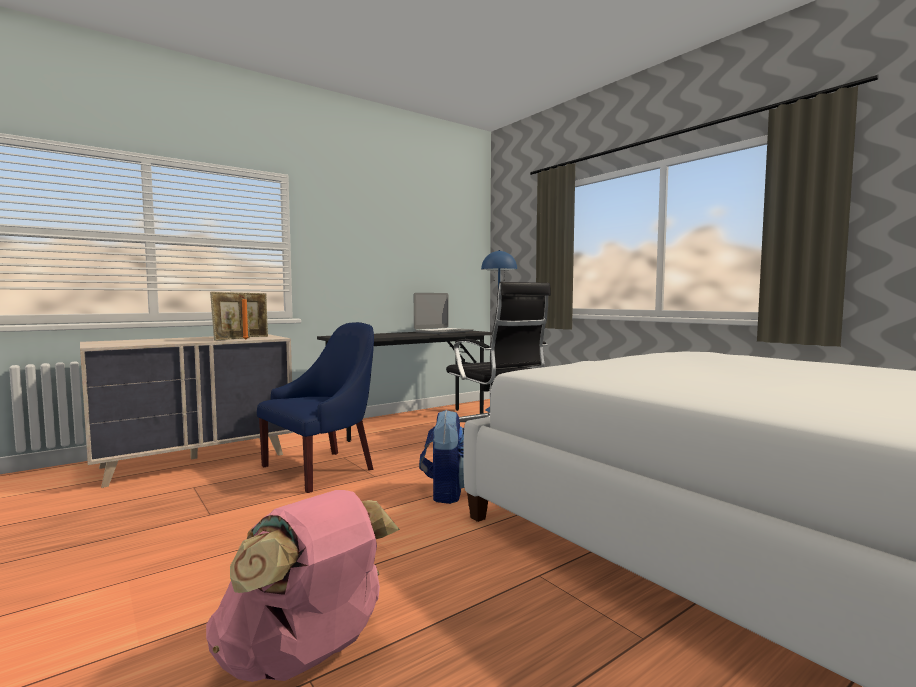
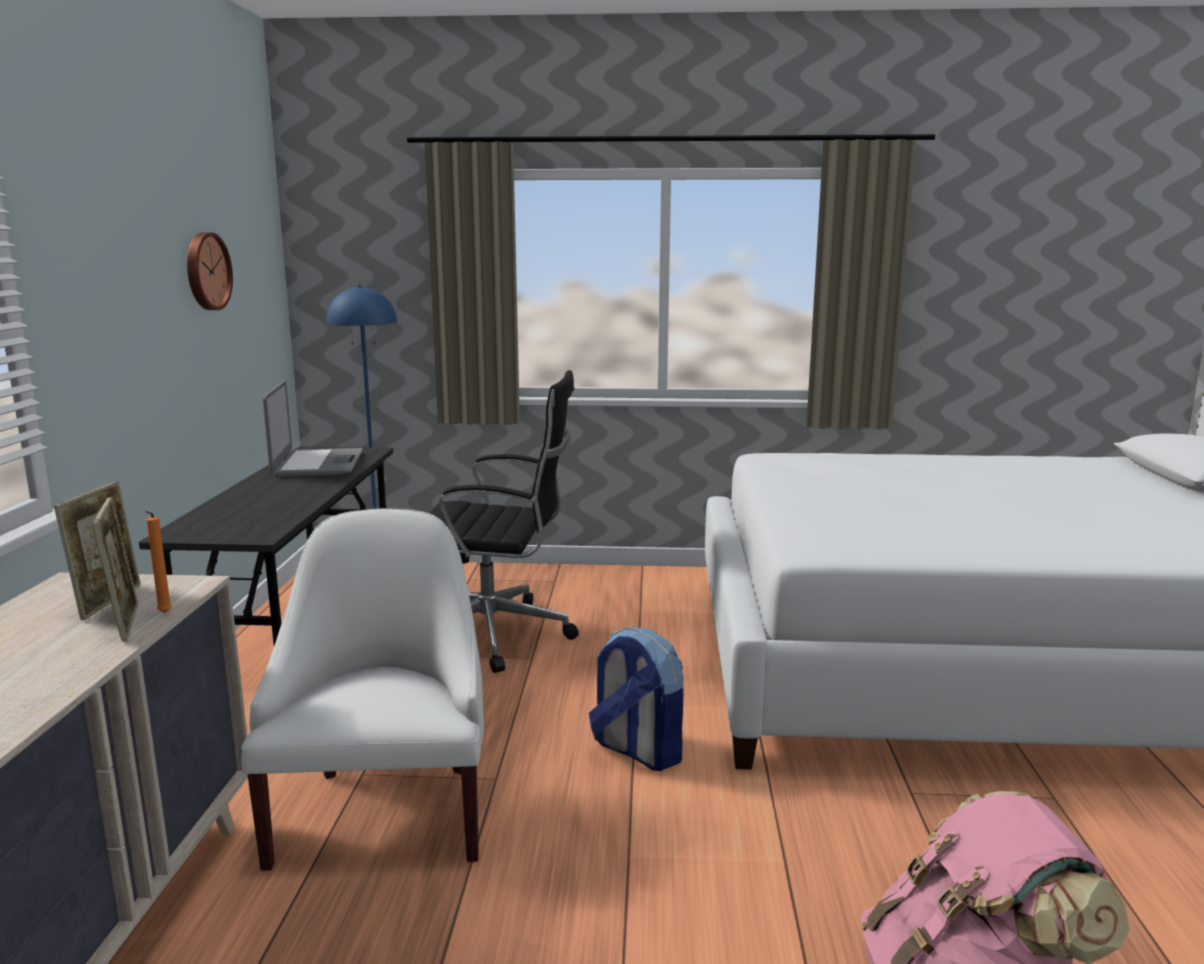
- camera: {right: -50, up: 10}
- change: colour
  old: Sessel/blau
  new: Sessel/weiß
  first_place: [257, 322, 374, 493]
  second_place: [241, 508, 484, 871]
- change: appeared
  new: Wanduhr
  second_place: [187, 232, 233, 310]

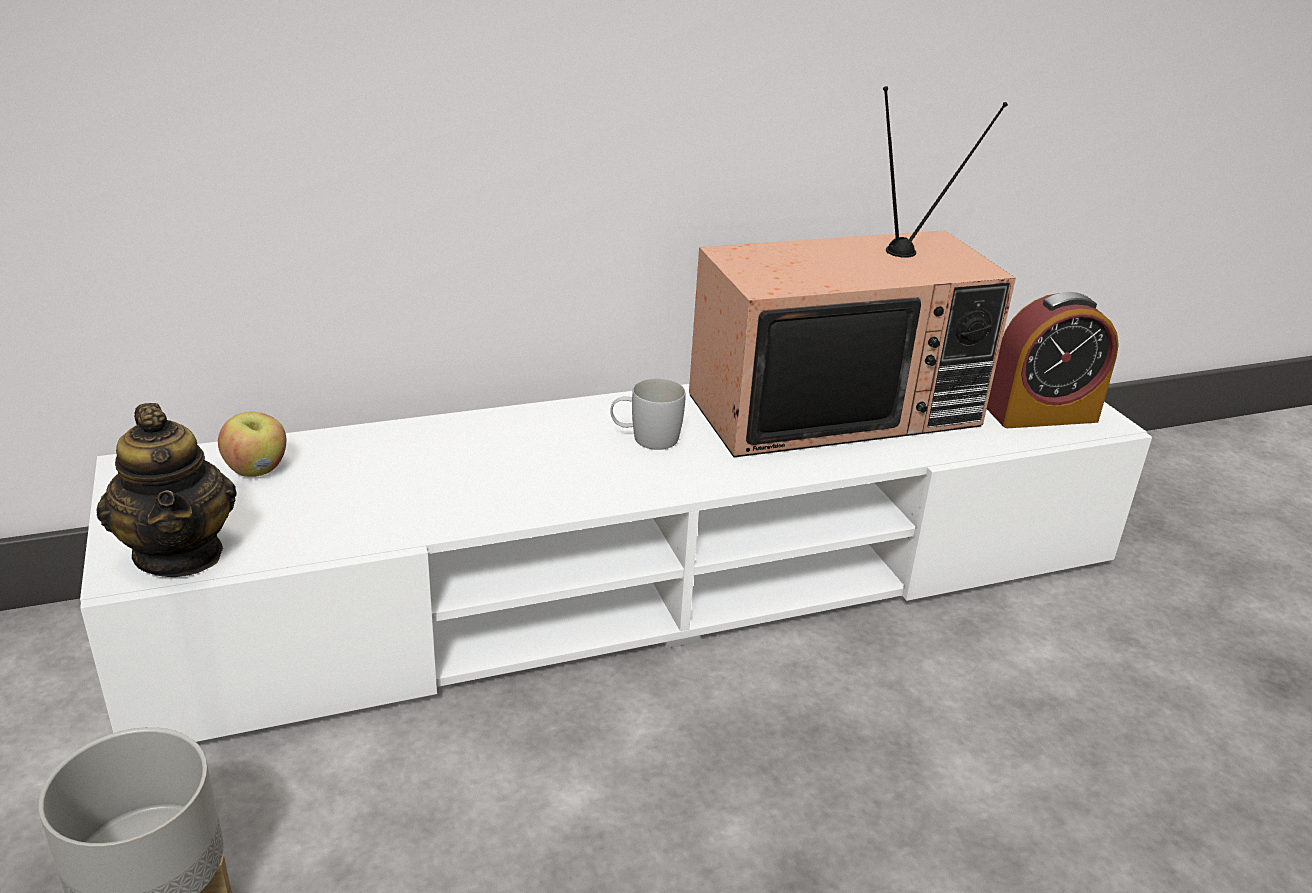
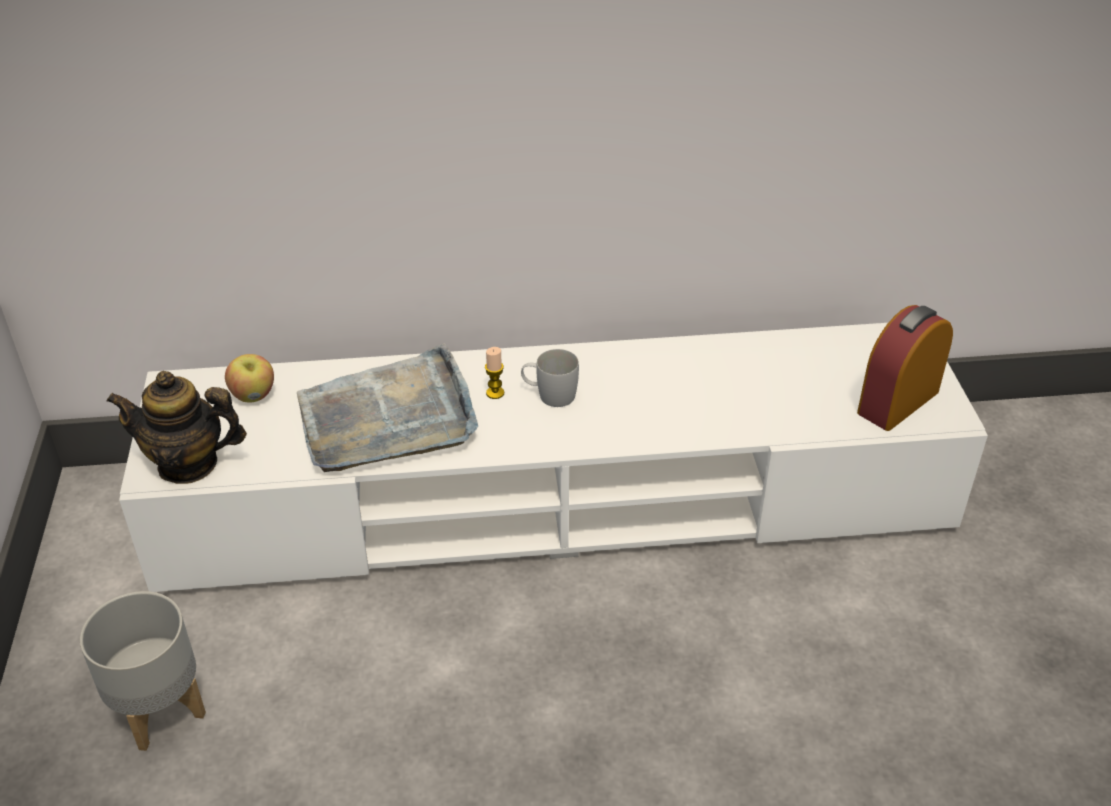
- camera: {right: 15, up: 10}
- change: spun
  old: Teekanne
  first_place: [96, 403, 237, 577]
  second_place: [106, 371, 247, 484]
  degrees: 105
- change: missing
  old: Fernseher
  first_place: [689, 86, 1016, 457]
- change: spun
  old: Wecker
  first_place: [987, 292, 1119, 428]
  second_place: [857, 305, 953, 431]
  degrees: 135
- change: appeared
  new: Tablett/grau
  second_place: [297, 343, 478, 472]
- change: appeared
  new: Kerze
  second_place: [485, 347, 504, 399]

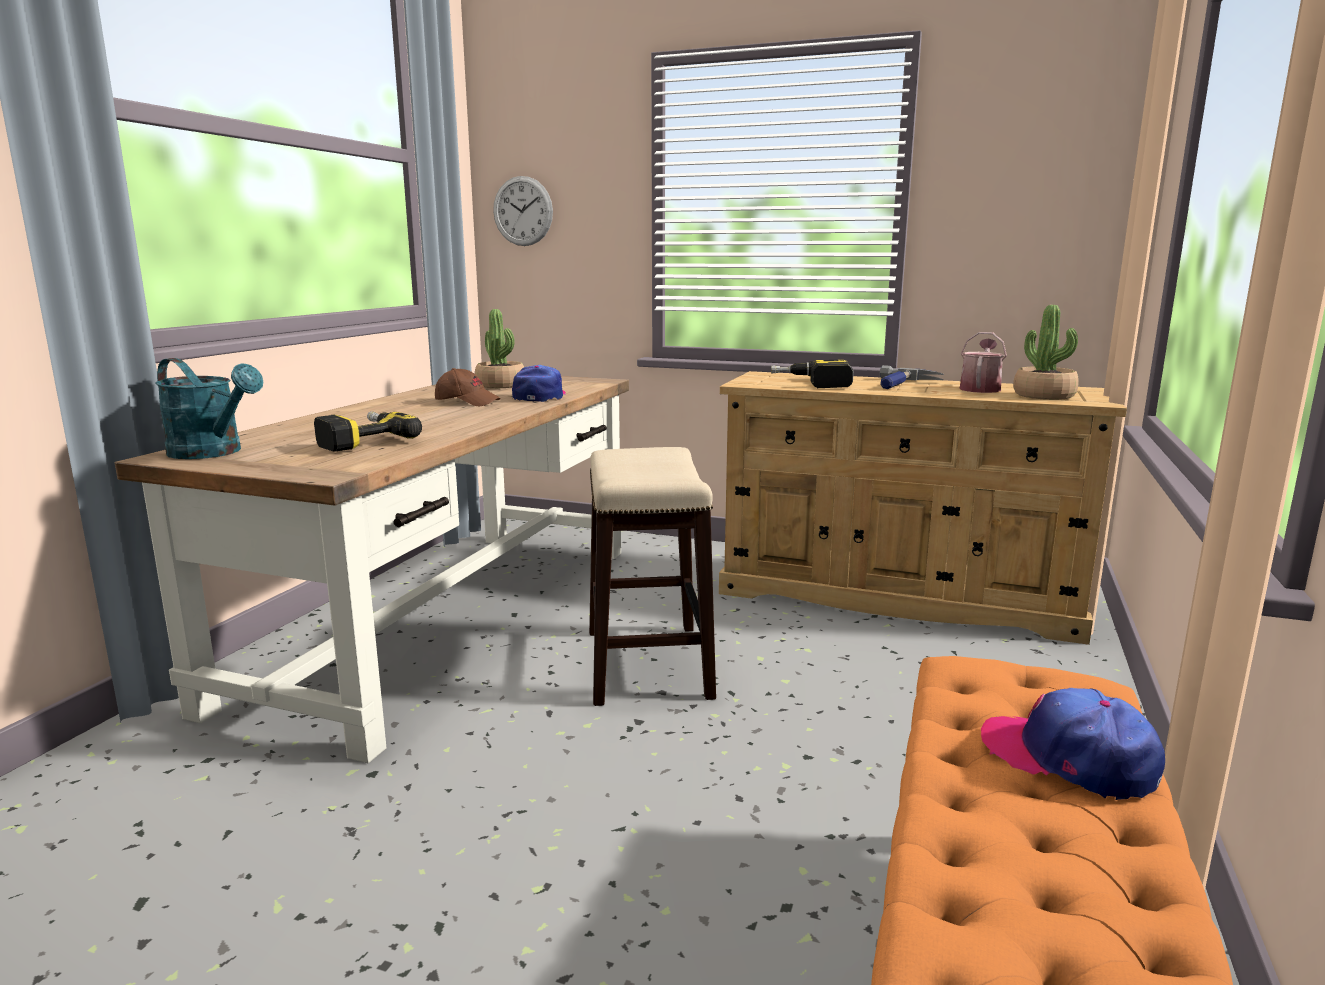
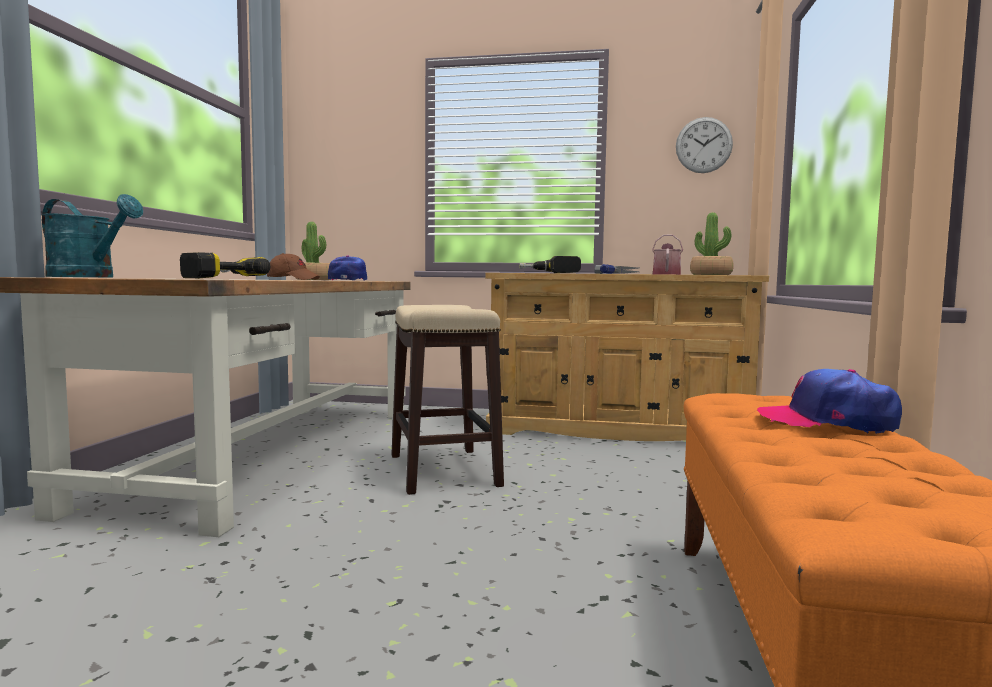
- camera: {right: -10, up: -10}
- change: relocated
  old: Wanduhr
  first_place: [493, 176, 553, 246]
  second_place: [676, 117, 733, 173]

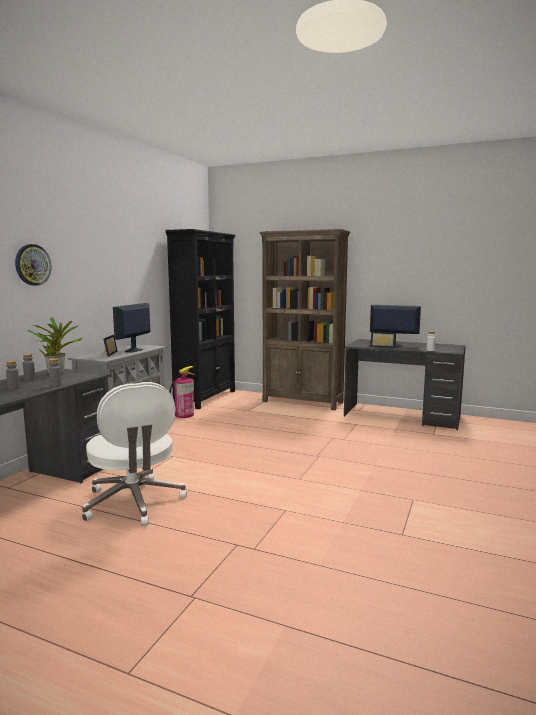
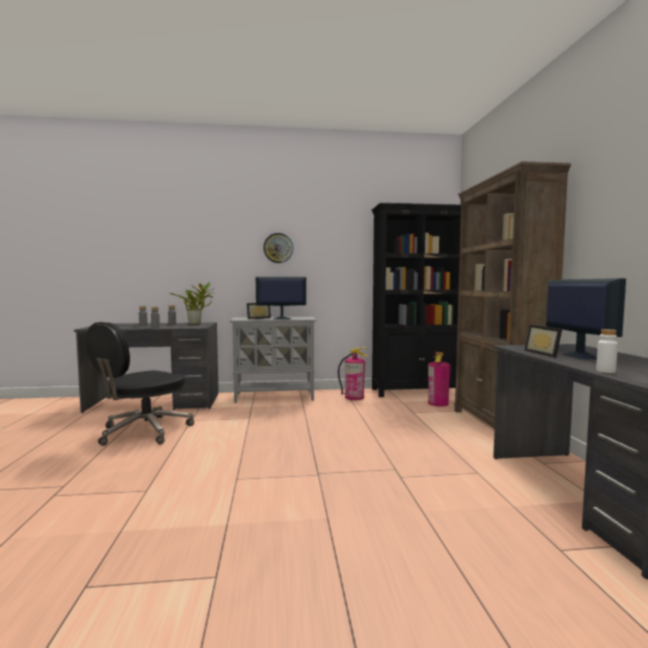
- camera: {right: 60, up: -5}
- change: relocated
  old: Wanduhr
  first_place: [15, 244, 51, 286]
  second_place: [263, 233, 293, 263]
- change: colour
  old: Bürostuhl/weiß
  new: Bürostuhl/schwarz
  first_place: [82, 382, 186, 526]
  second_place: [86, 322, 194, 446]
- change: appeared
  new: Feuerlöscher
  second_place: [428, 352, 451, 407]

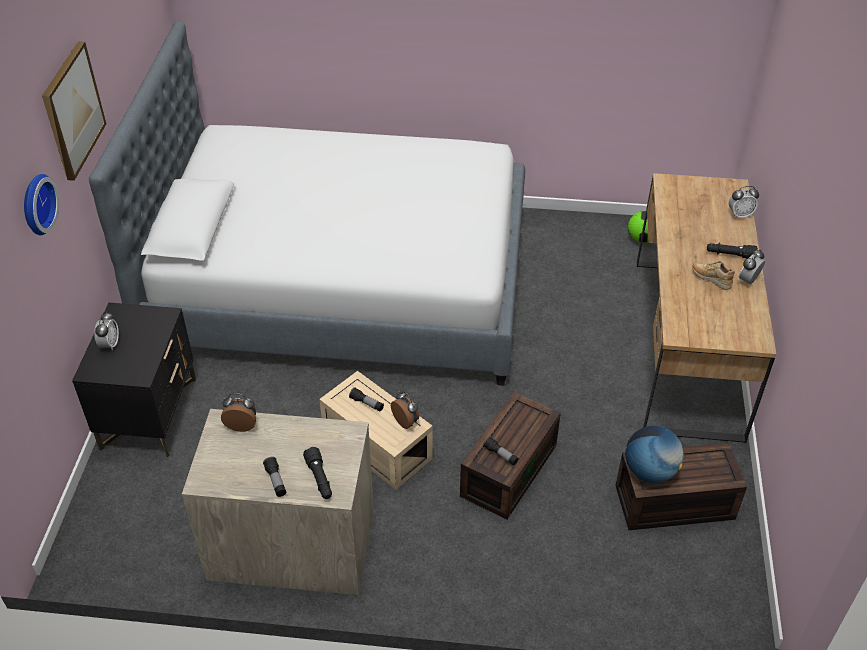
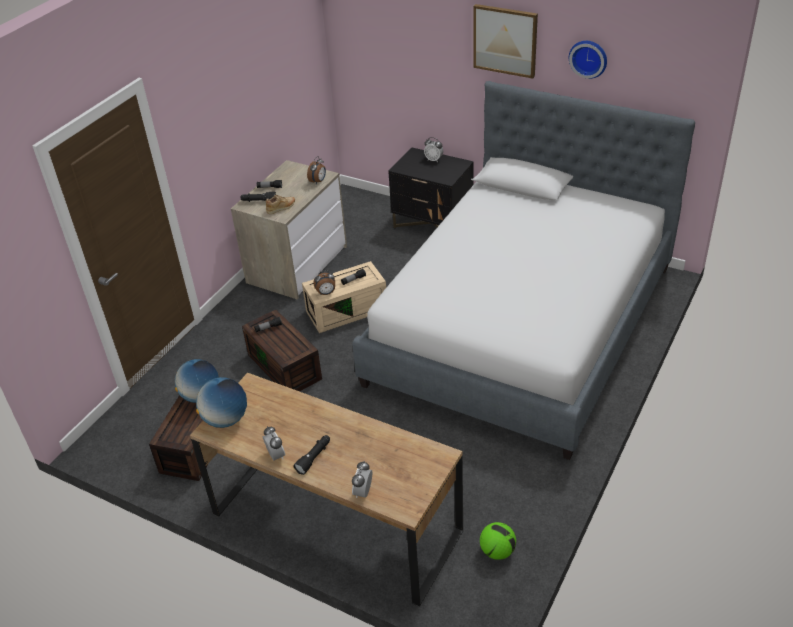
- camera: {right: 115, up: -5}
- change: relocated
  old: Wanduhr
  first_place: [24, 174, 59, 236]
  second_place: [569, 41, 607, 79]
- change: relocated
  old: Schuh/beige
  first_place: [692, 261, 735, 290]
  second_place: [266, 195, 295, 214]
- change: appeared
  new: Globus
  second_place: [196, 377, 247, 428]

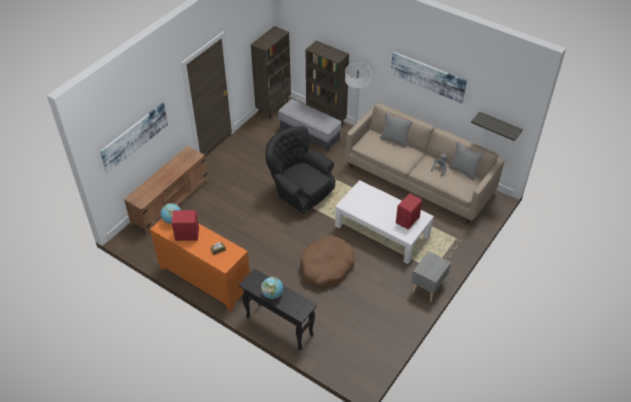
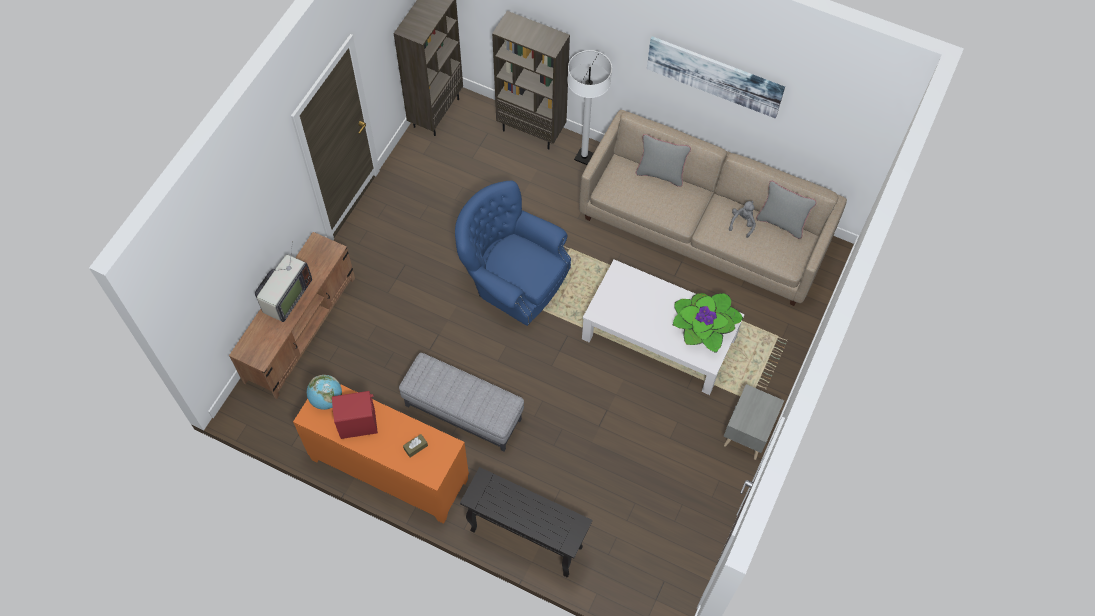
- camera: {right: -10, up: 15}
- change: missing
  old: Bild
  first_place: [100, 103, 168, 173]
- change: missing
  old: Globus
  first_place: [261, 277, 283, 299]
- change: colour
  old: Sessel/schwarz
  new: Sessel/blau
  first_place: [265, 126, 335, 215]
  second_place: [455, 180, 571, 326]
- change: relocated
  old: Polsterhocker/grau
  first_place: [278, 99, 341, 151]
  second_place: [399, 353, 524, 451]
- change: missing
  old: Hundebett/braun
  first_place: [300, 236, 354, 289]
- change: exchanged
  old: Lautsprecher/rot
  new: Topfpflanze
  first_place: [396, 193, 422, 229]
  second_place: [673, 293, 743, 353]
- change: missing
  old: Wandregal
  first_place: [471, 111, 523, 141]
- change: appeared
  new: Fernseher
  second_place: [255, 241, 312, 322]

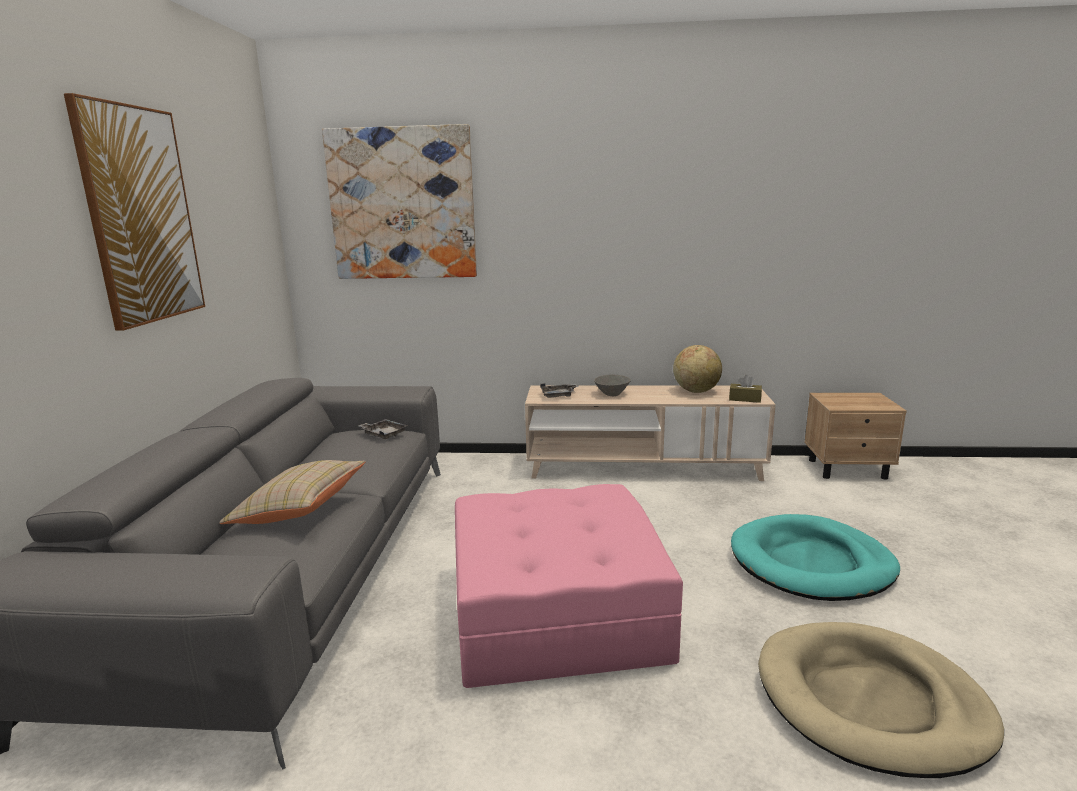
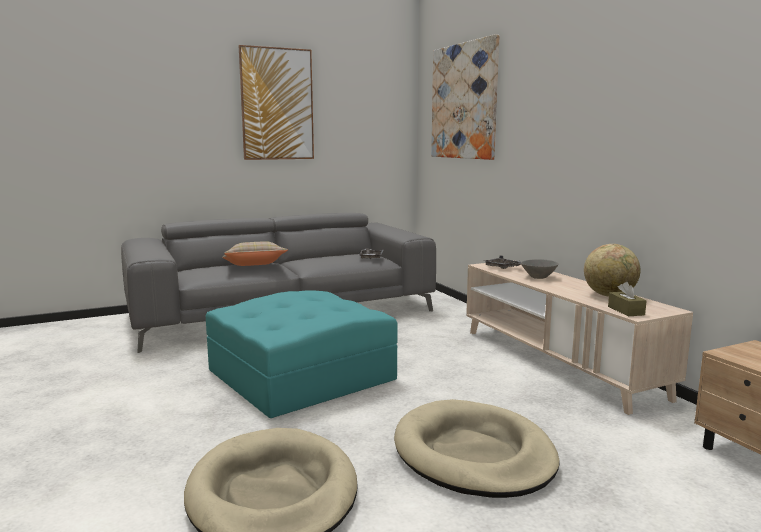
- camera: {right: 60, up: -5}
- change: colour
  old: Polsterhocker/rosa
  new: Polsterhocker/türkis
  first_place: [455, 484, 683, 688]
  second_place: [206, 290, 397, 418]
- change: colour
  old: Hundebett/türkis
  new: Hundebett/beige
  first_place: [731, 514, 900, 601]
  second_place: [394, 399, 559, 498]

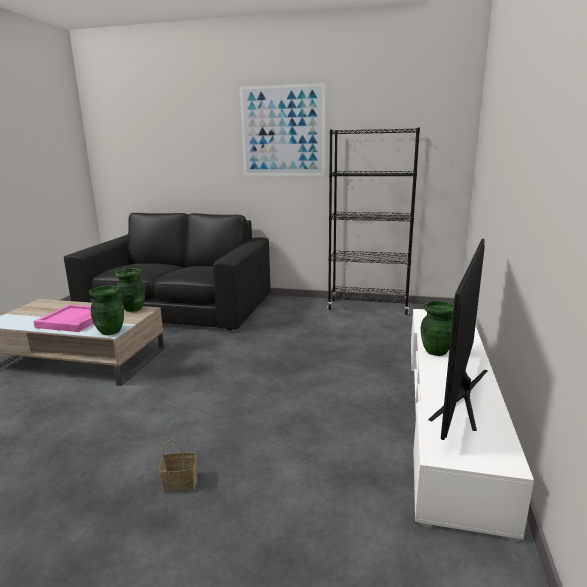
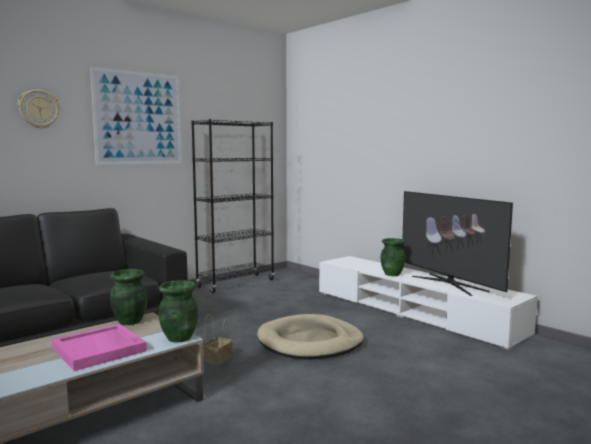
- camera: {right: -55, up: -10}
- change: relocated
  old: Korb
  first_place: [159, 420, 197, 492]
  second_place: [203, 314, 232, 366]
- change: appeared
  new: Wanduhr
  second_place: [18, 90, 60, 129]
- change: appeared
  new: Hundebett/beige
  second_place: [257, 314, 364, 359]

